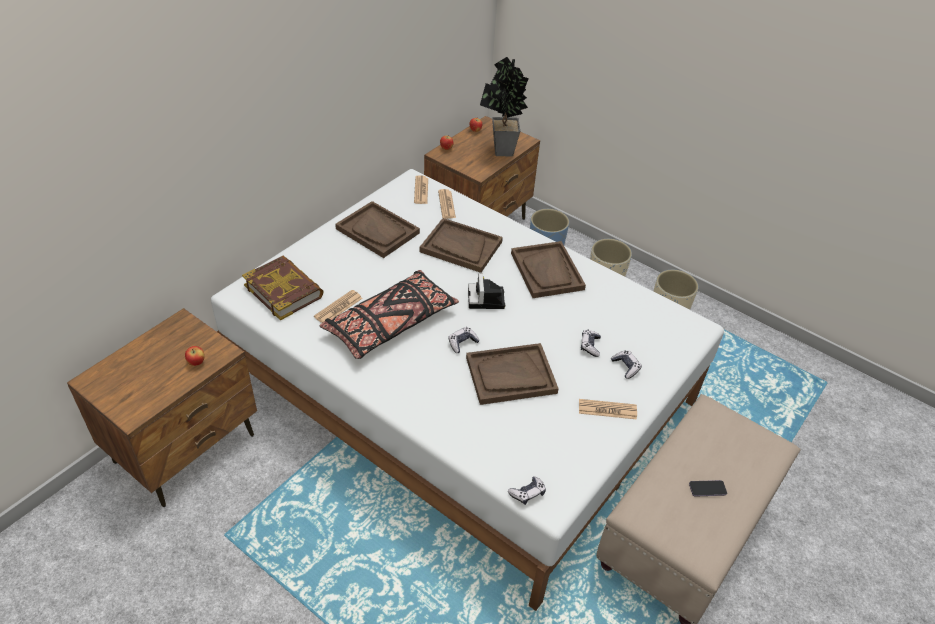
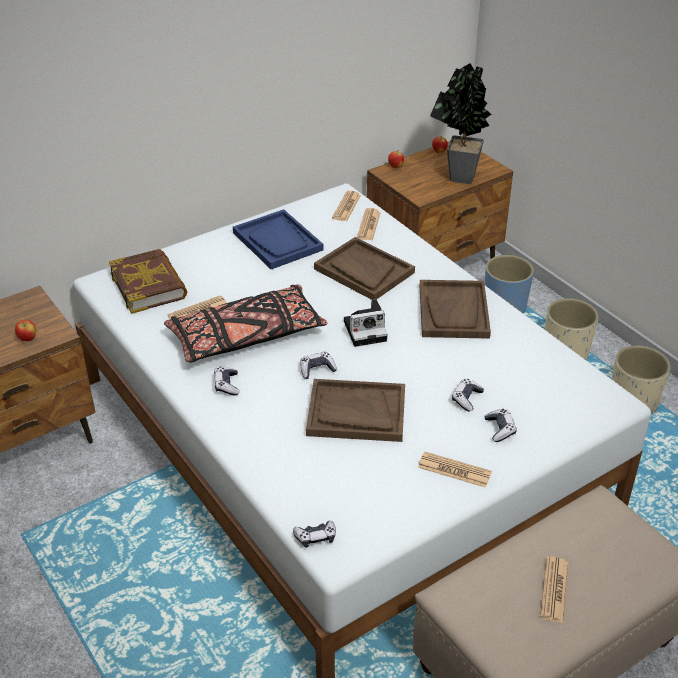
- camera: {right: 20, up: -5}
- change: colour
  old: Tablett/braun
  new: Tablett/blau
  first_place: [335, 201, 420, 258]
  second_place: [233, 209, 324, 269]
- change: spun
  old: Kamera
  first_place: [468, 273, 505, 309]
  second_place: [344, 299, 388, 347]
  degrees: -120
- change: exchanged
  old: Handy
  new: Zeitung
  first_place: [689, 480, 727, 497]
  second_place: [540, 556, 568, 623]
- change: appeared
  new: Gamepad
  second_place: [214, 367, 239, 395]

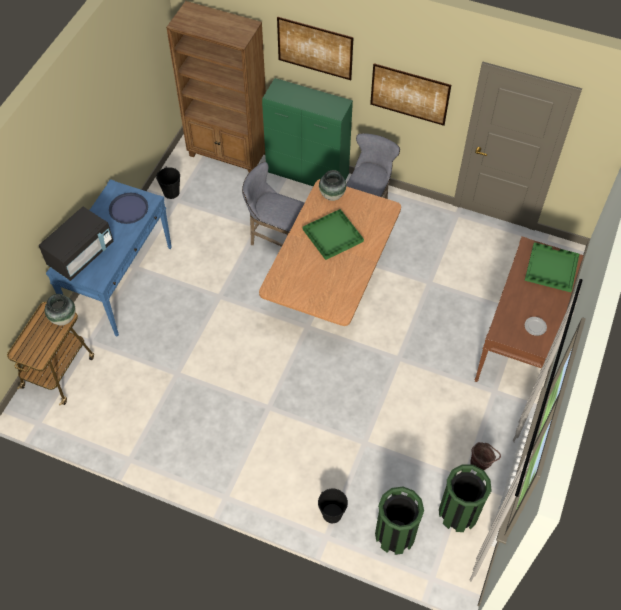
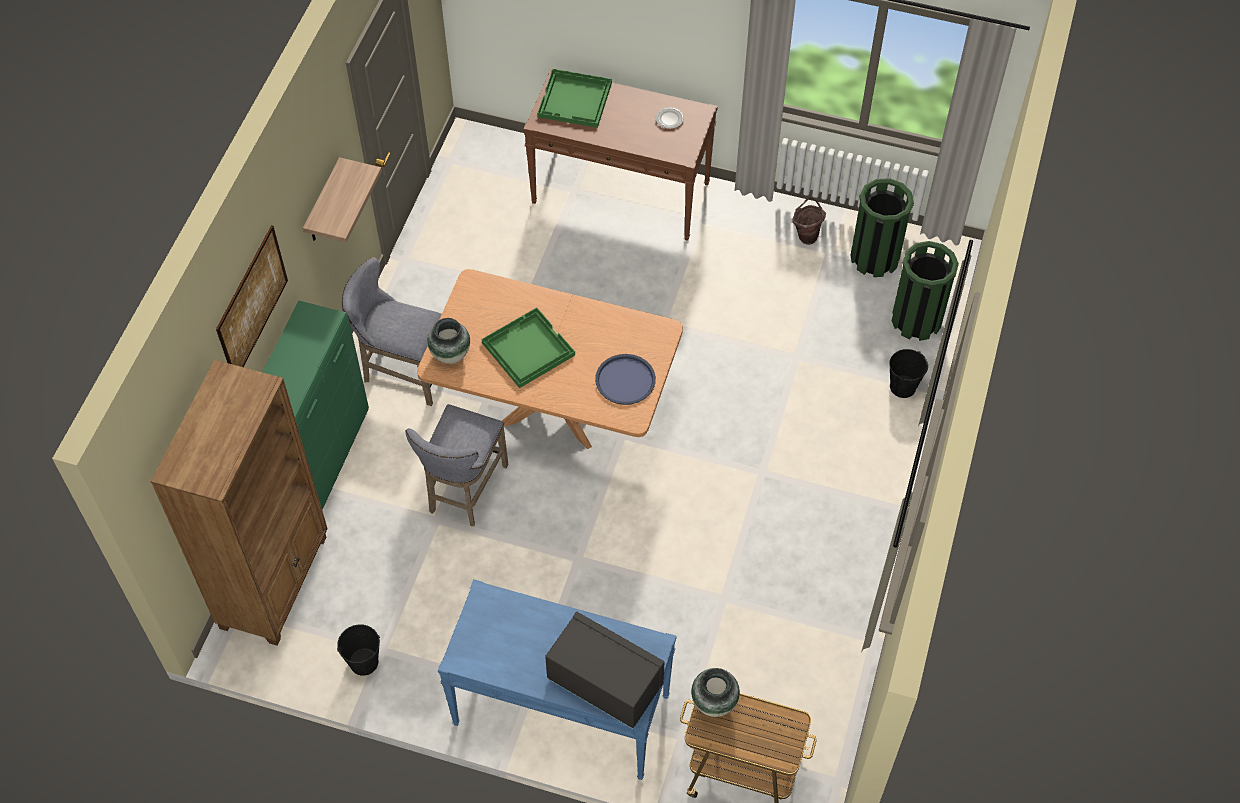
- camera: {right: -95, up: 0}
- change: relocated
  old: Tablett/blau
  first_place: [109, 193, 148, 224]
  second_place: [595, 354, 656, 405]
- change: exchanged
  old: Bild
  new: Wandregal
  first_place: [370, 63, 451, 126]
  second_place: [303, 157, 382, 243]

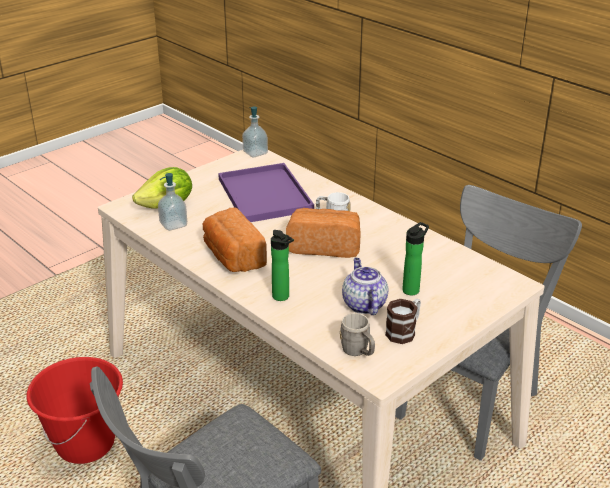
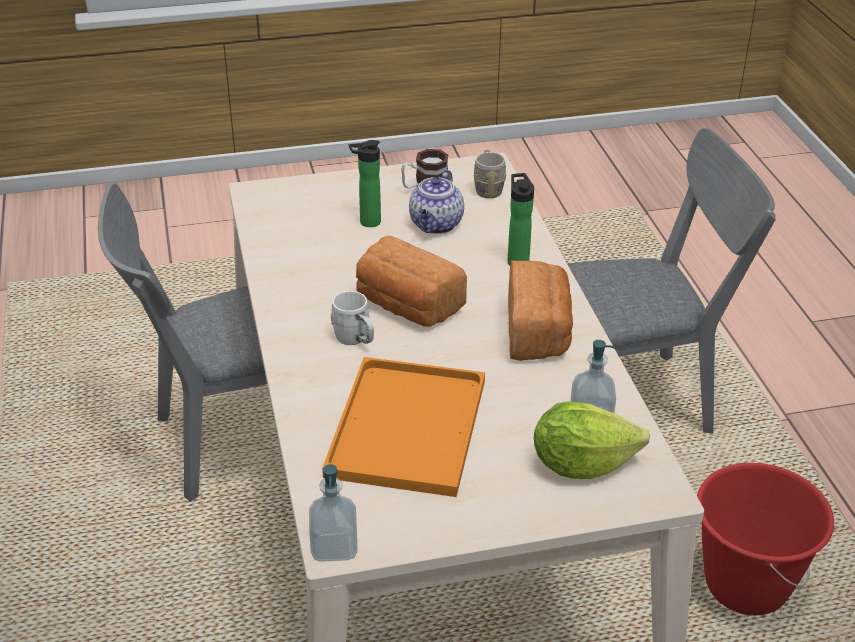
- camera: {right: -150, up: 5}
- change: colour
  old: Tablett/lila
  new: Tablett/orange
  first_place: [218, 163, 314, 222]
  second_place: [322, 357, 485, 497]

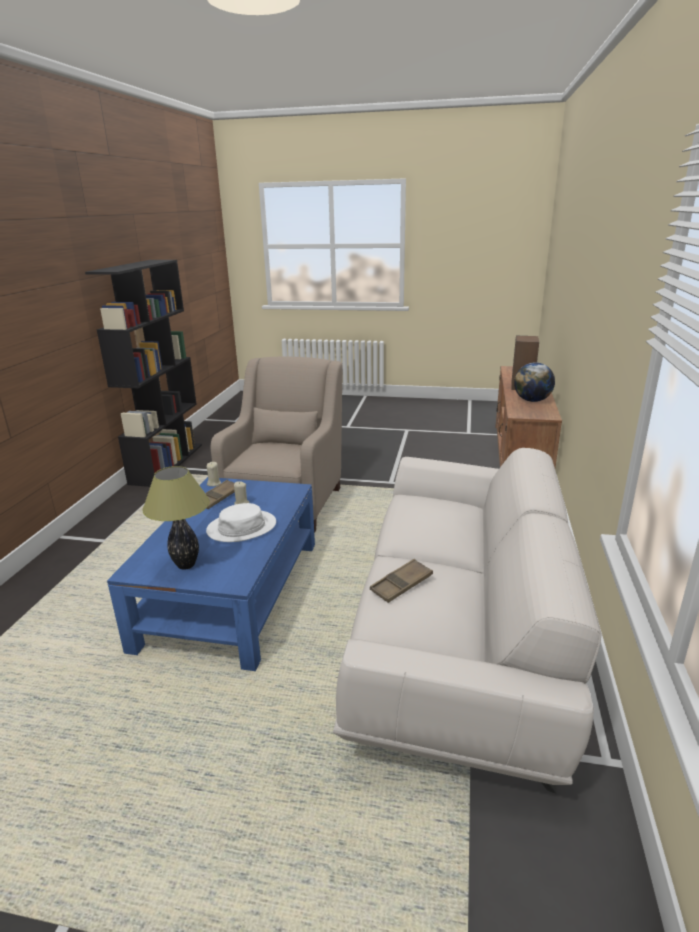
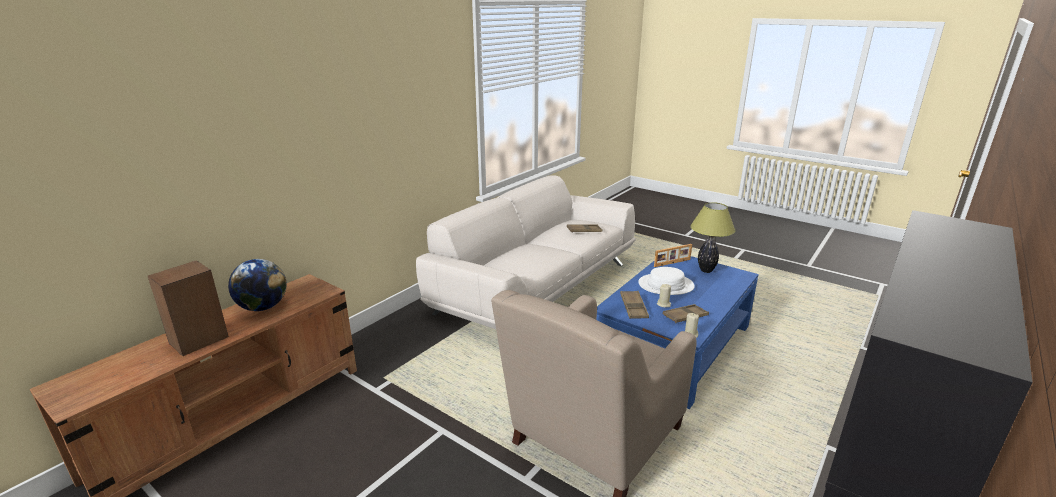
- camera: {right: -155, up: 0}
- change: appeared
  new: Tablett/braun
  second_place: [620, 291, 649, 319]
- change: appeared
  new: Bilderrahmen
  second_place: [654, 244, 692, 267]

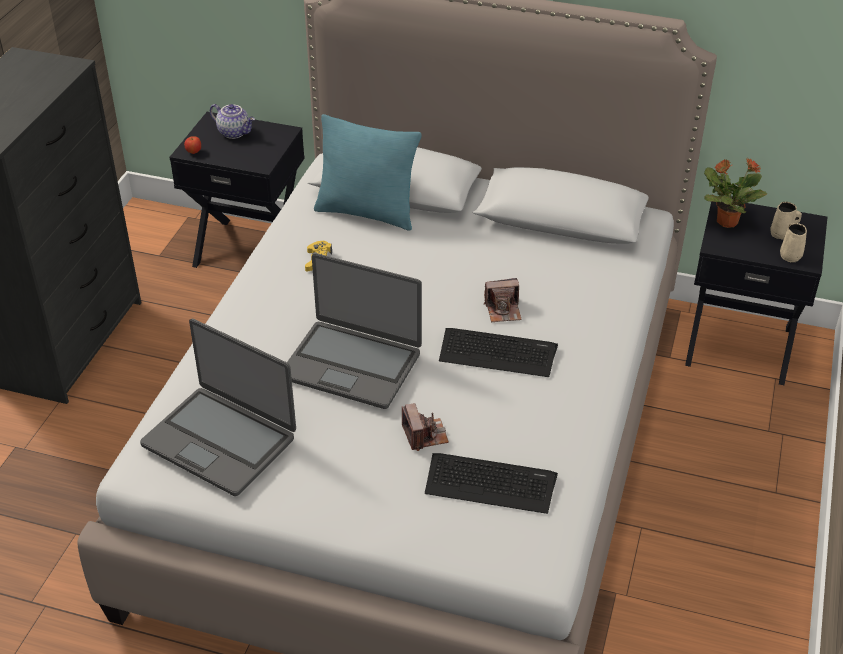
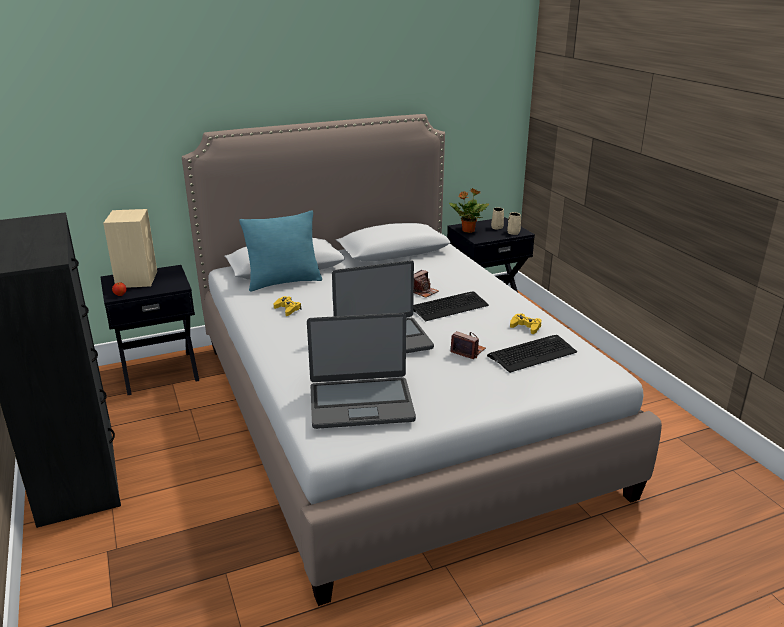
- camera: {right: -40, up: -15}
- change: exchanged
  old: Teekanne
  new: Lautsprecher/beige
  first_place: [210, 104, 255, 139]
  second_place: [103, 209, 157, 288]
- change: appeared
  new: Gamepad/gelb
  second_place: [510, 313, 542, 334]

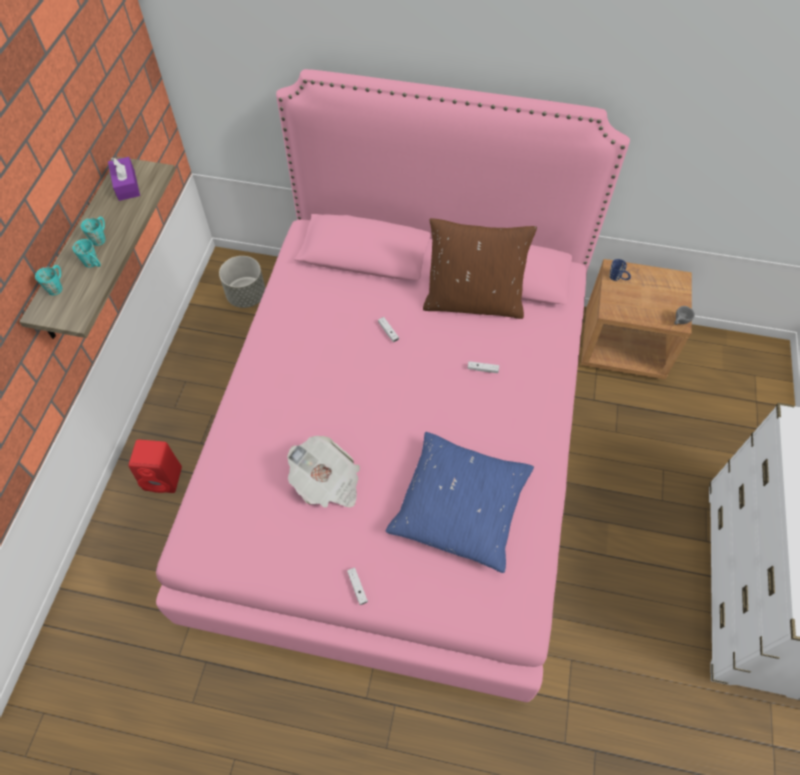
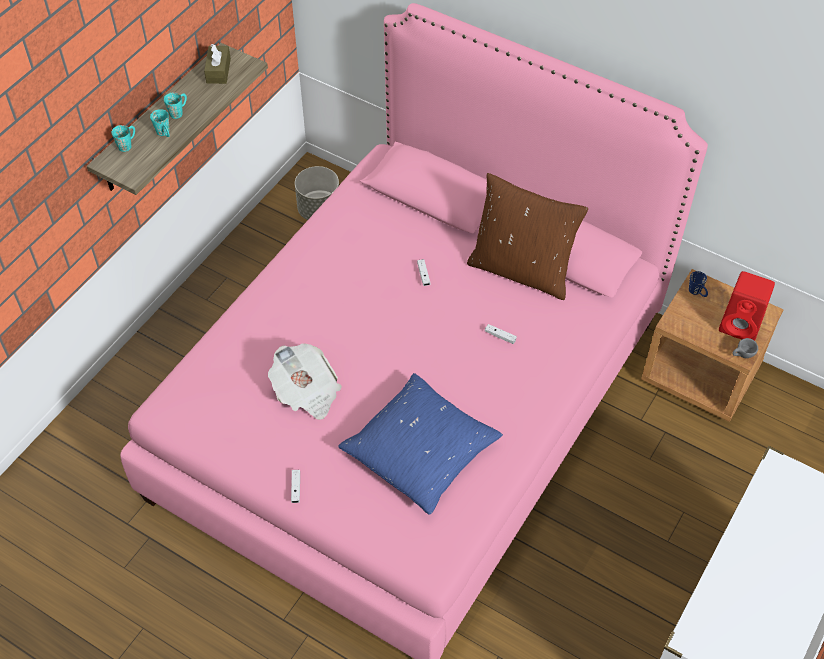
- camera: {right: 20, up: -5}
- change: colour
  old: Taschentuchbox/lila
  new: Taschentuchbox/braun
  first_place: [108, 157, 140, 201]
  second_place: [204, 44, 231, 84]
- change: relocated
  old: Lautsprecher/rot
  first_place: [128, 440, 182, 493]
  second_place: [719, 271, 775, 341]

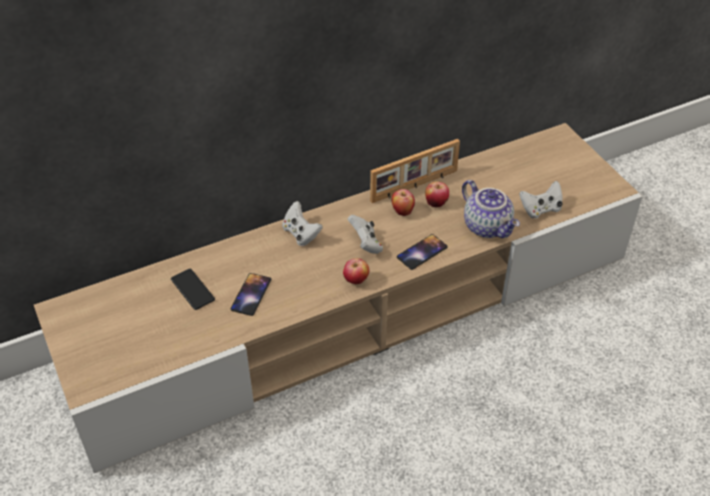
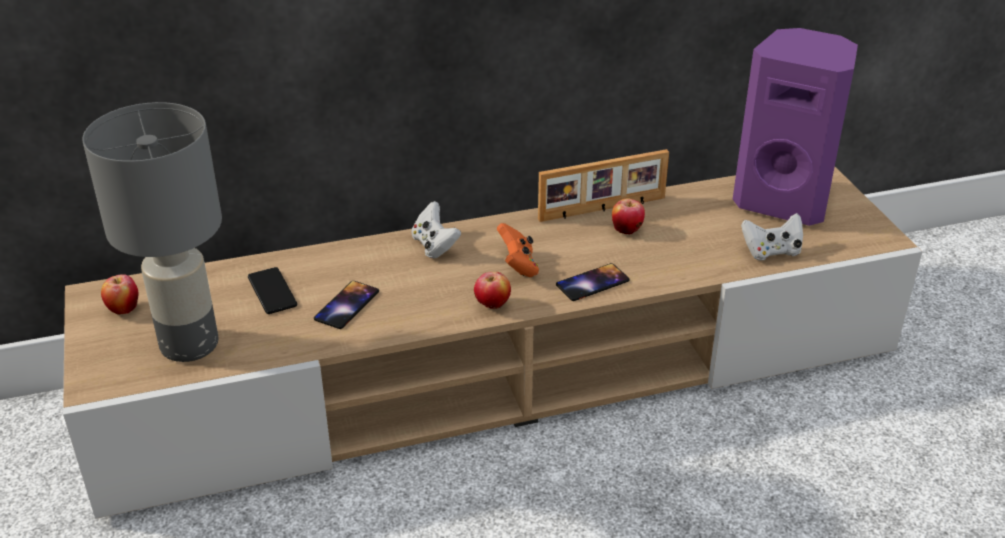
- camera: {right: 10, up: -10}
- change: colour
  old: Gamepad/weiß
  new: Gamepad/orange
  first_place: [347, 215, 383, 254]
  second_place: [497, 223, 539, 277]
- change: relocated
  old: Apfel
  first_place: [392, 189, 415, 216]
  second_place: [101, 274, 138, 315]
- change: missing
  old: Teekanne
  first_place: [462, 180, 520, 238]
- change: appeared
  new: Tischlampe/grau
  second_place: [83, 102, 222, 362]
- change: appeared
  new: Lautsprecher/lila
  second_place: [733, 28, 858, 226]

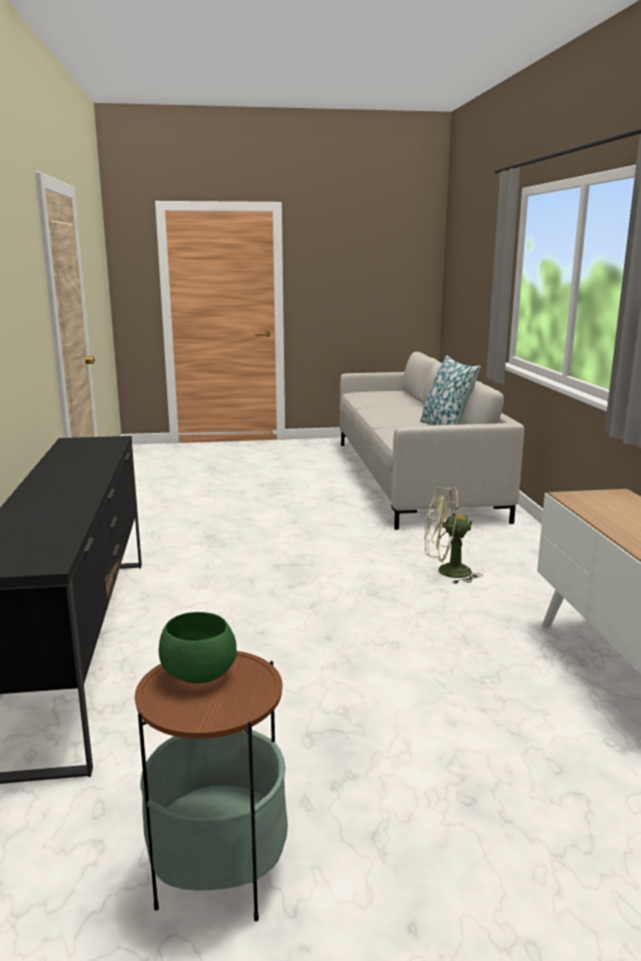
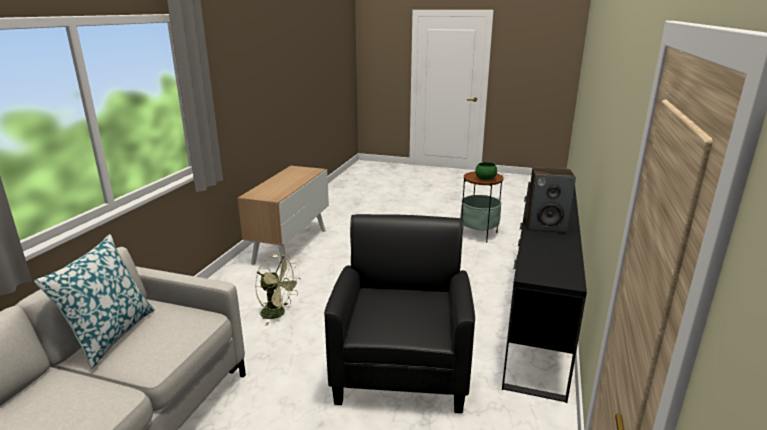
- camera: {right: -155, up: 5}
- change: appeared
  new: Sessel/schwarz
  second_place: [324, 214, 475, 413]
- change: appeared
  new: Lautsprecher
  second_place: [526, 167, 576, 233]

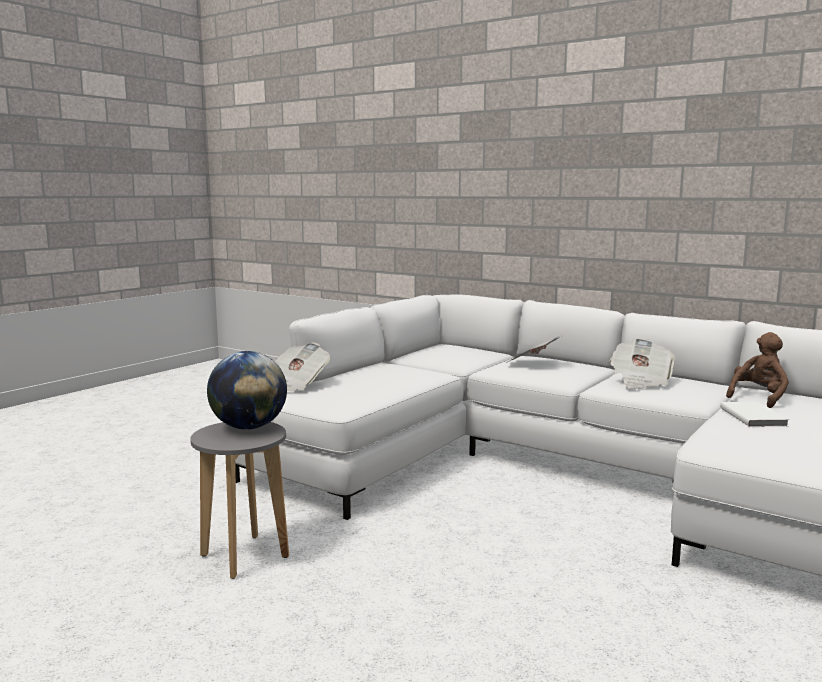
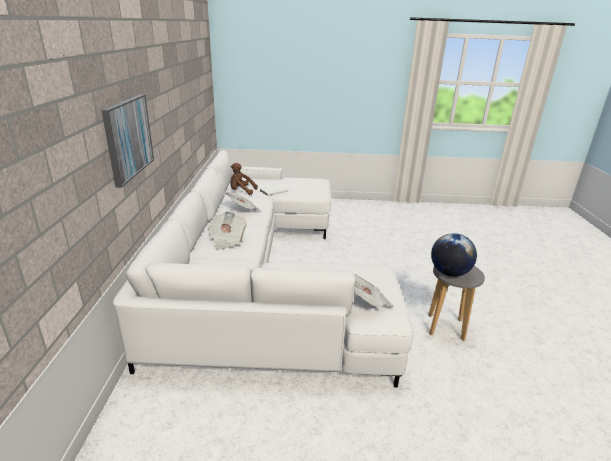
- camera: {right: -125, up: 15}
- change: appeared
  new: Bild
  second_place: [101, 94, 154, 188]

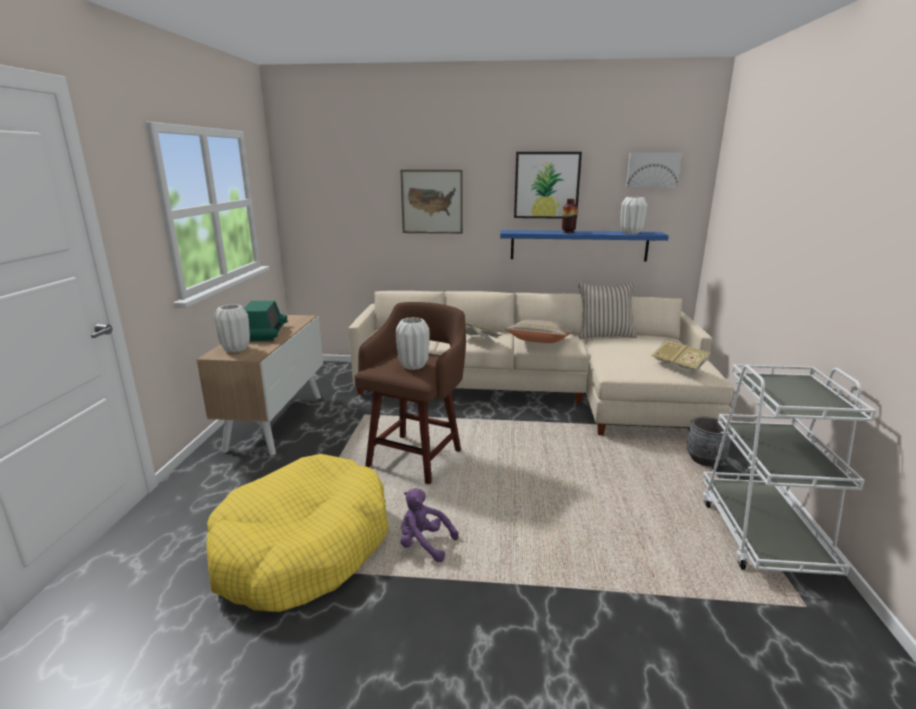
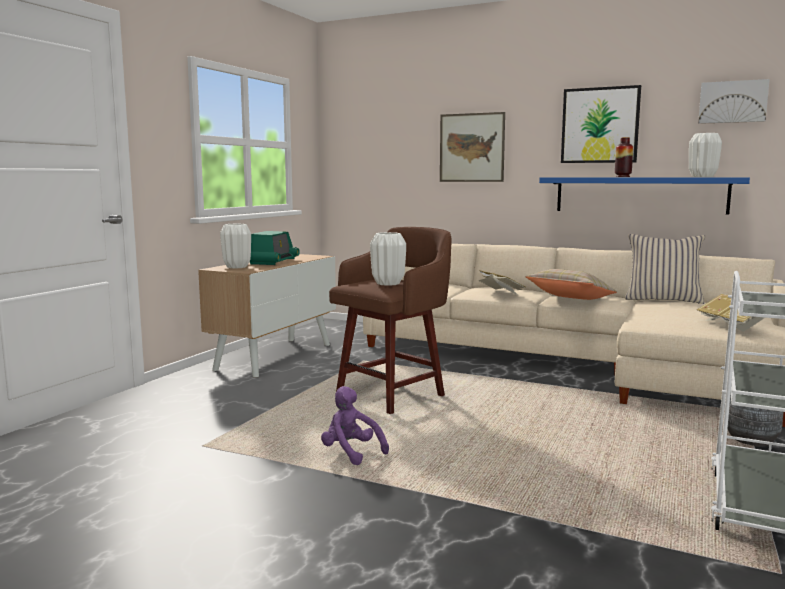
- camera: {right: 20, up: -10}
- change: missing
  old: Hundebett/gelb
  first_place: [206, 454, 389, 612]

